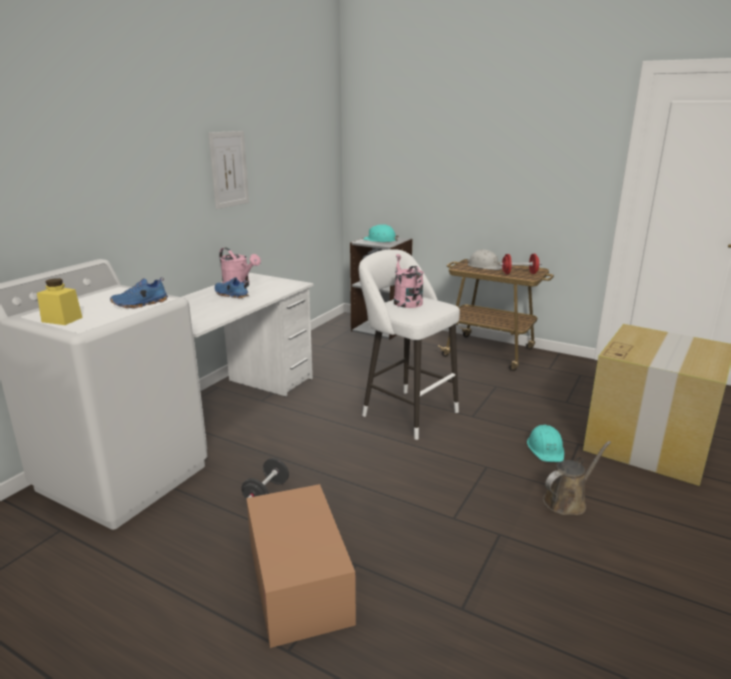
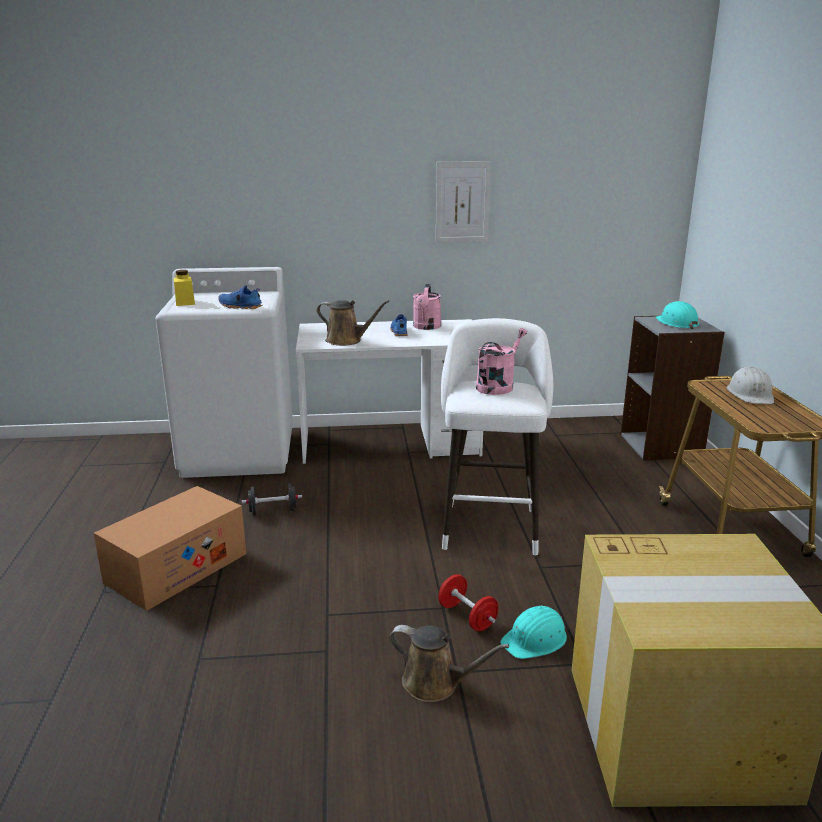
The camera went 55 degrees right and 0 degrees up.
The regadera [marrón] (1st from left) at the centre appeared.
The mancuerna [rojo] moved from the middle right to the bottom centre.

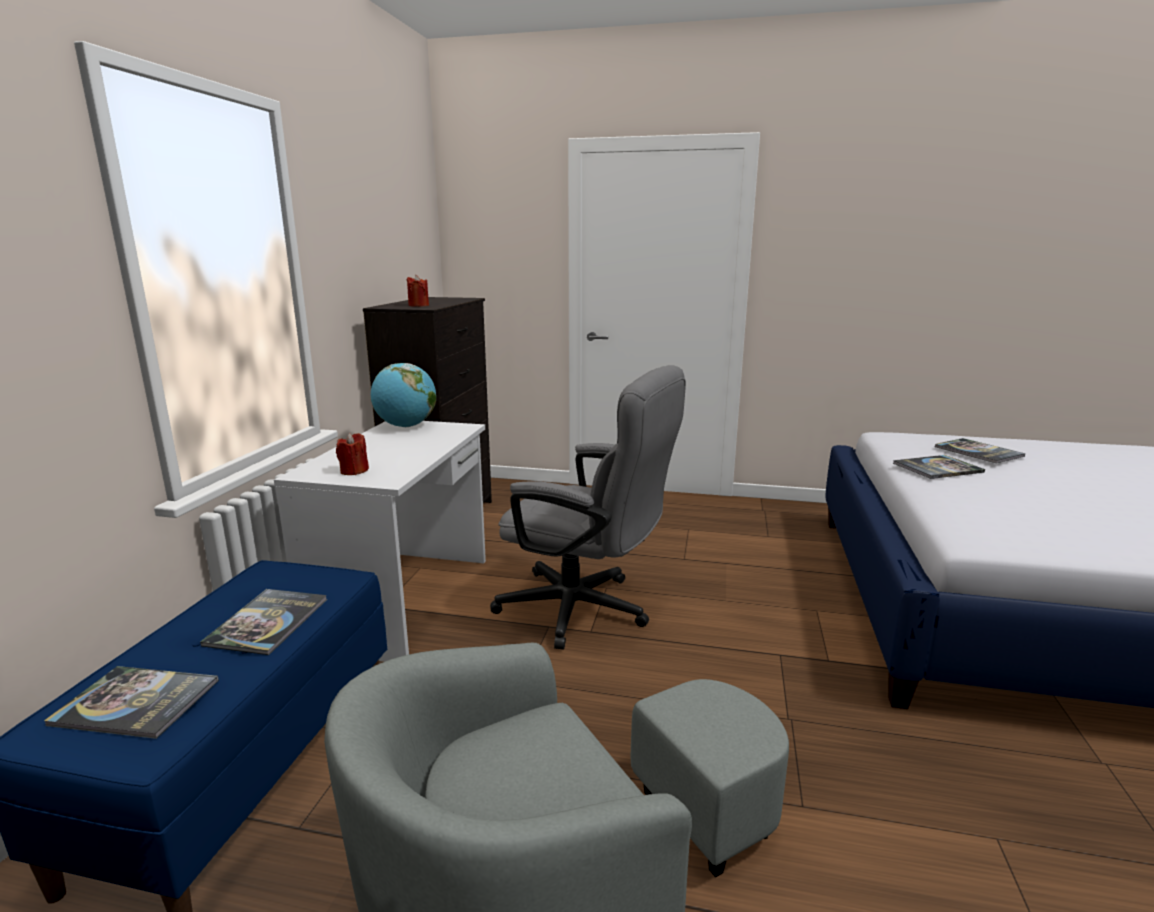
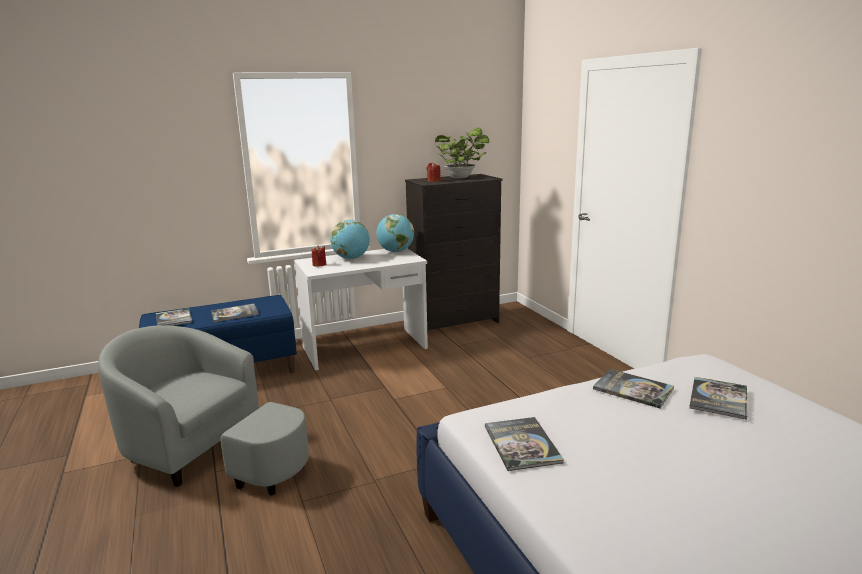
The camera went 55 degrees right and 0 degrees up.
The silla de oficina [gris] at the centre disappeared.
The globo terráqueo (1st from left) at the centre appeared.
The planta en maceta at the top centre appeared.
The libro (3rd from left) at the bottom centre appeared.

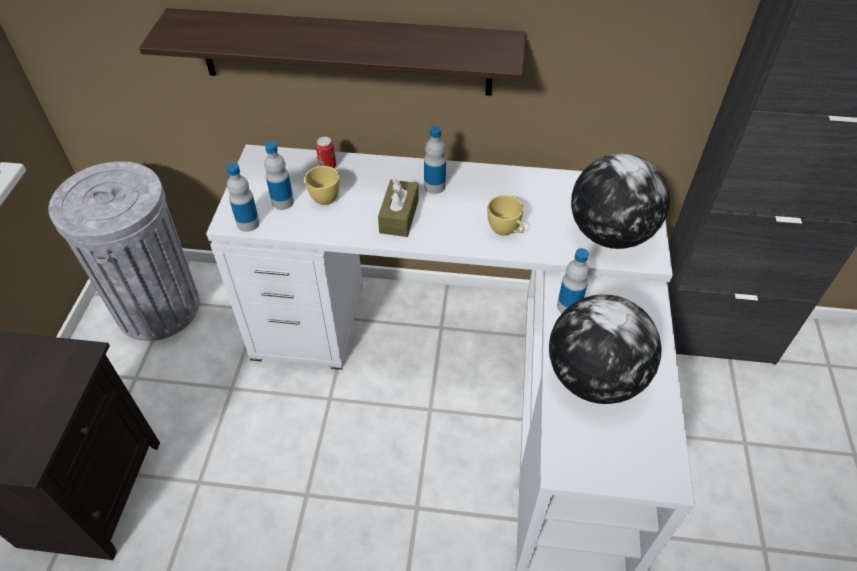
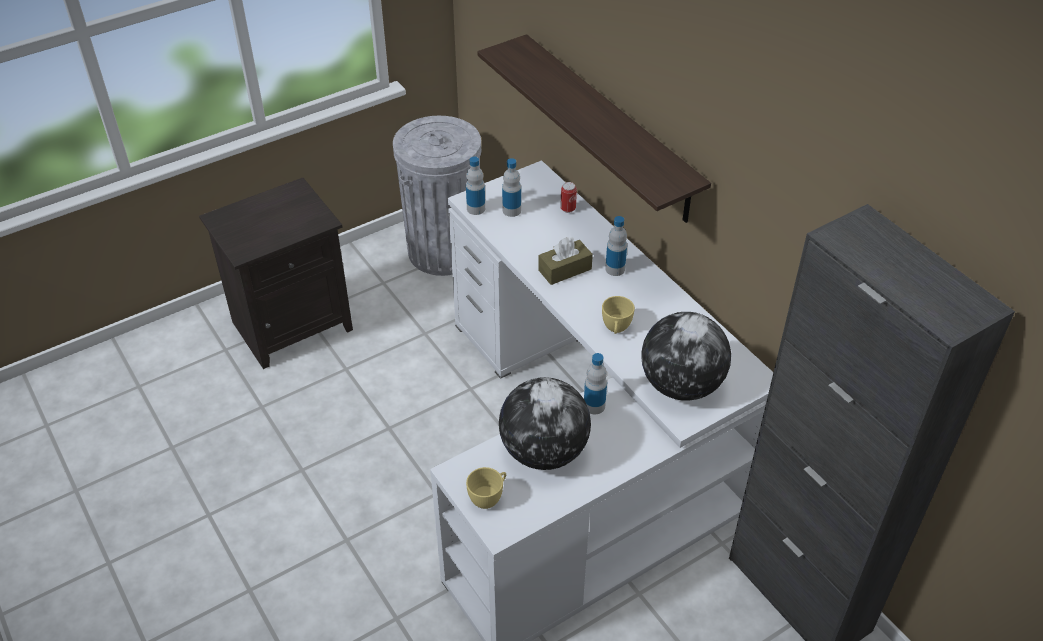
The camera went 50 degrees right and 5 degrees down.
The taza [amarillo] (1st from left) moved from the top centre to the bottom centre.

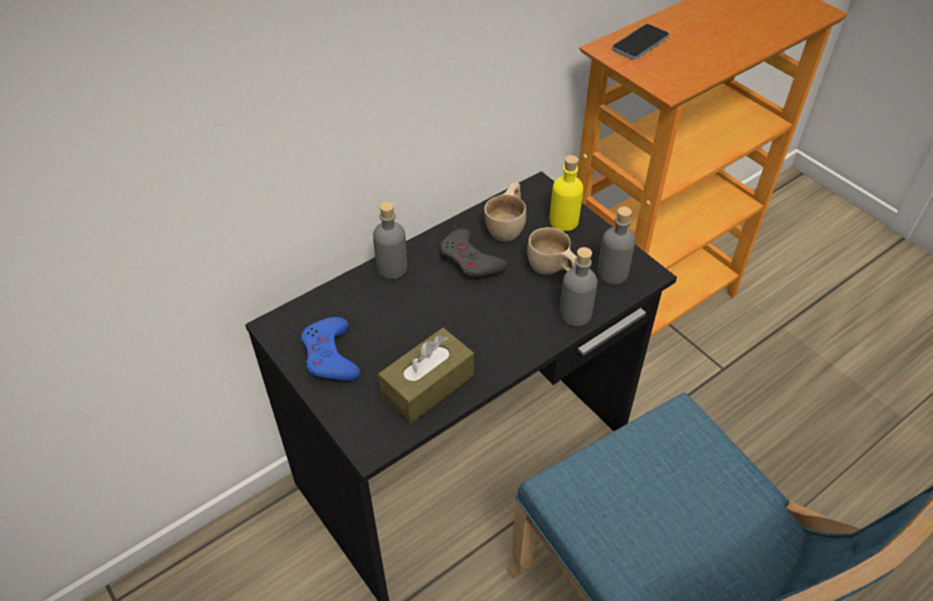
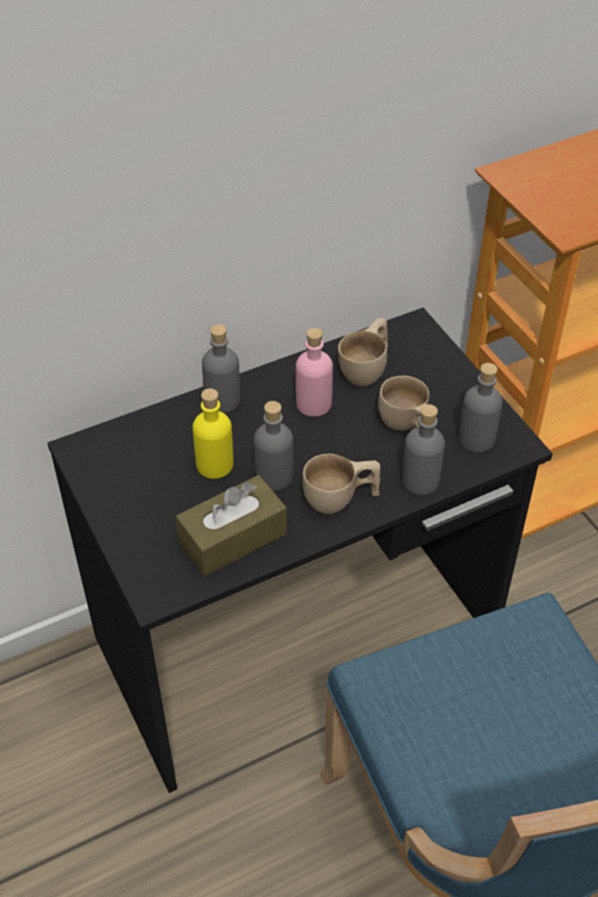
The camera went 10 degrees right and 0 degrees up.
The mando de consola [azul] at the centre disappeared.
The móvil at the top right disappeared.
The botella [gris] (2nd from left) at the centre appeared.
The taza [beis] (1st from left) at the centre appeared.
The botella [amarillo] moved from the top centre to the centre.
The mando de consola [gris] at the centre was replaced by the botella [rosa] at the centre.

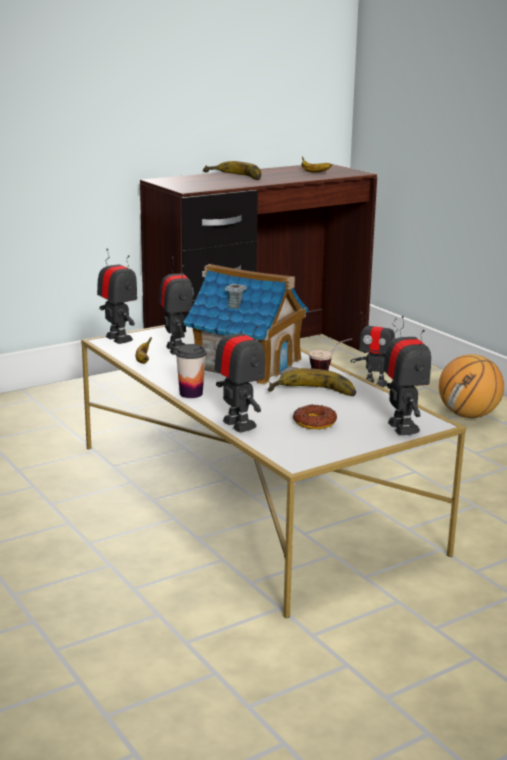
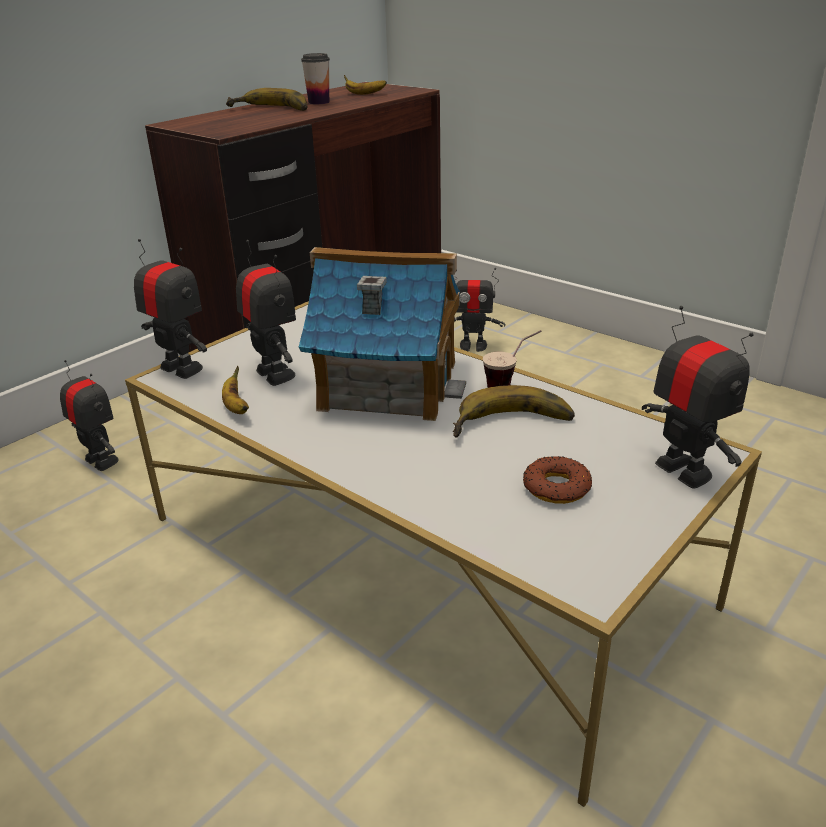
The camera went 15 degrees left and 10 degrees up.
The balón de baloncesto at the middle right disappeared.
The taza (1st from left) moved from the centre to the top centre.
The robot de juguete (3rd from left in the first image) moved from the centre to the middle left.

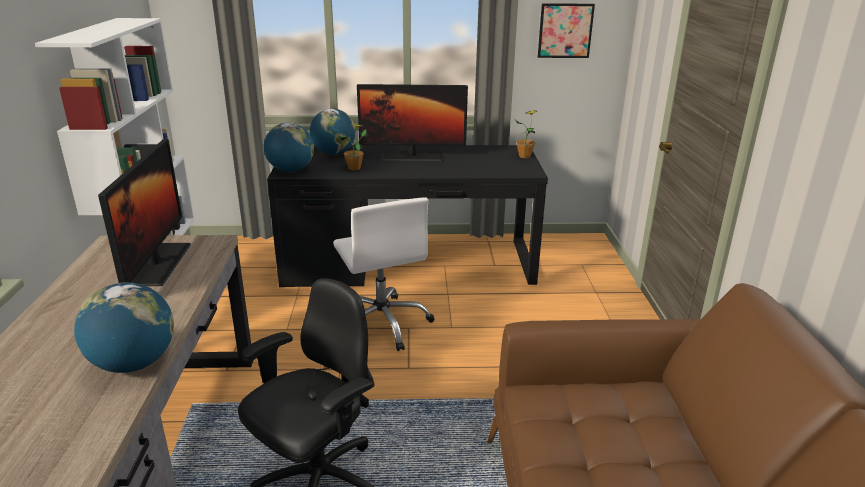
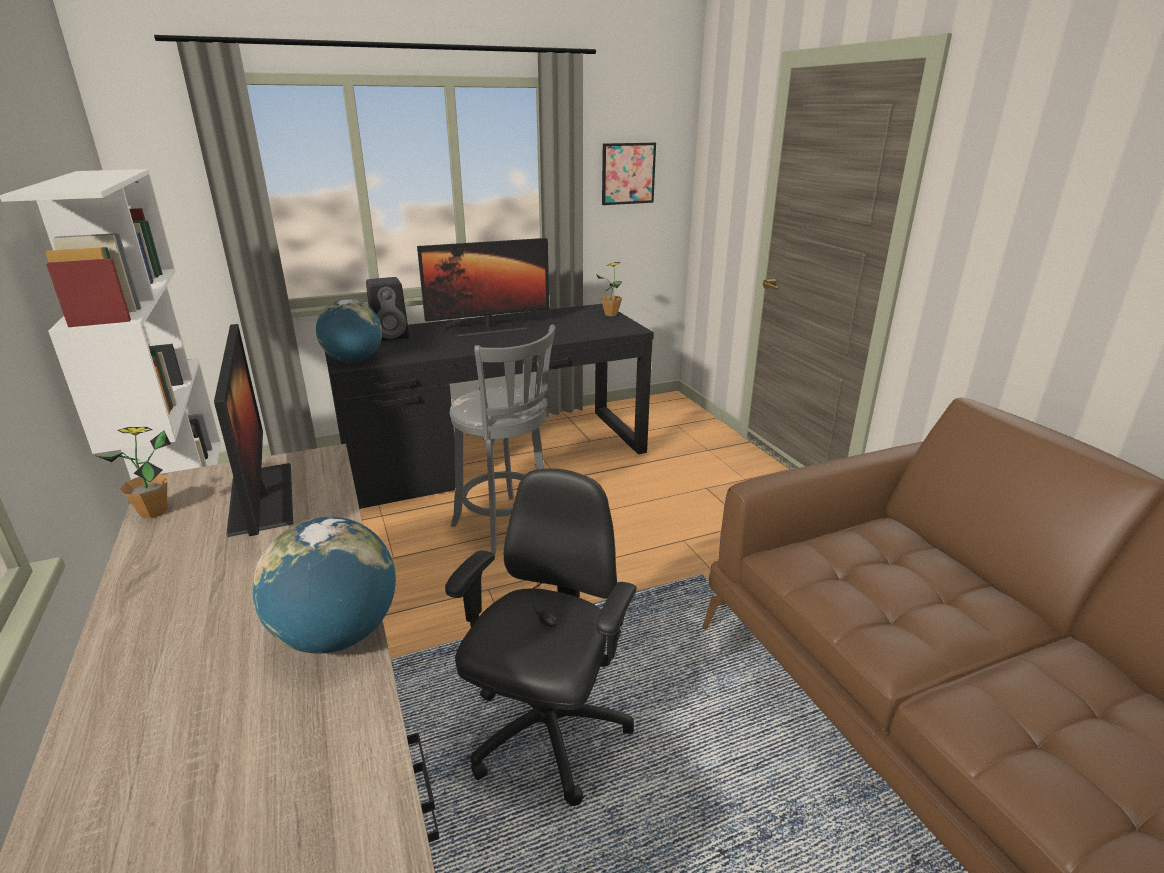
The camera went 20 degrees left and 0 degrees up.
The planta en maceta (1st from left) moved from the top centre to the middle left.
The globo terráqueo (3rd from left) at the top centre was replaced by the altavoz [negro] at the middle left.
The silla de oficina [blanco] at the centre was replaced by the taburete [gris] at the centre.

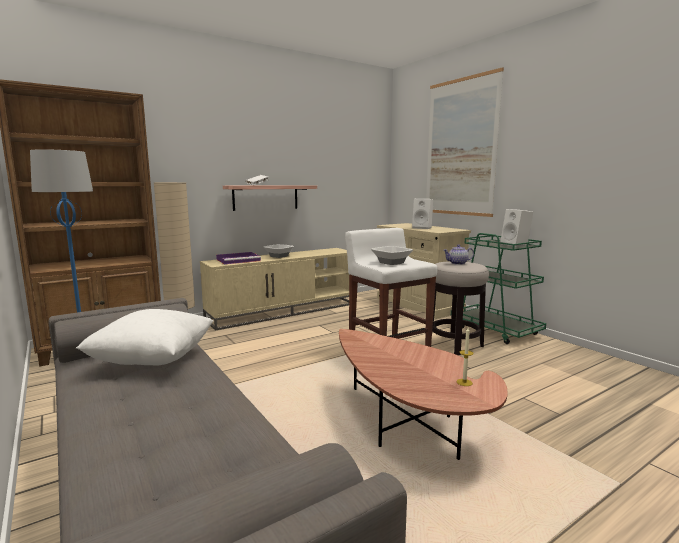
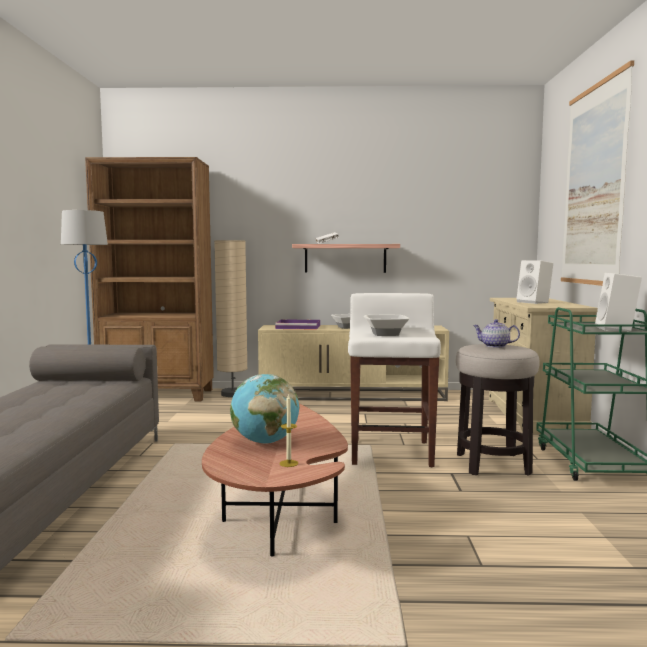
The camera went 35 degrees right and 5 degrees down.
The cojín [blanco] at the middle left disappeared.
The globo terráqueo at the centre appeared.

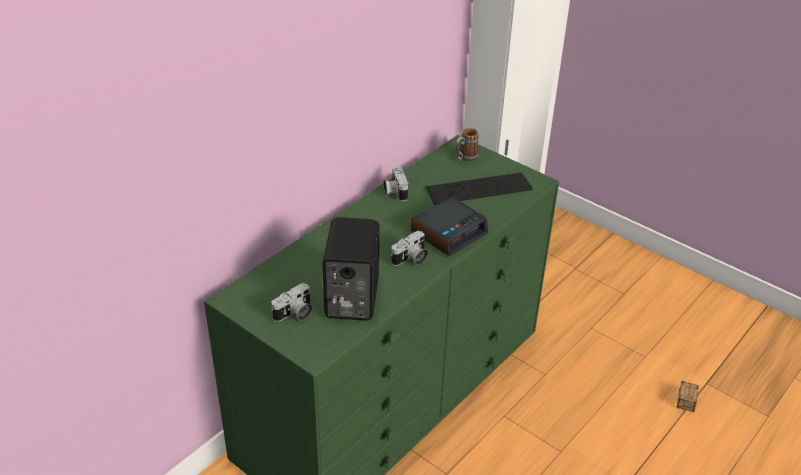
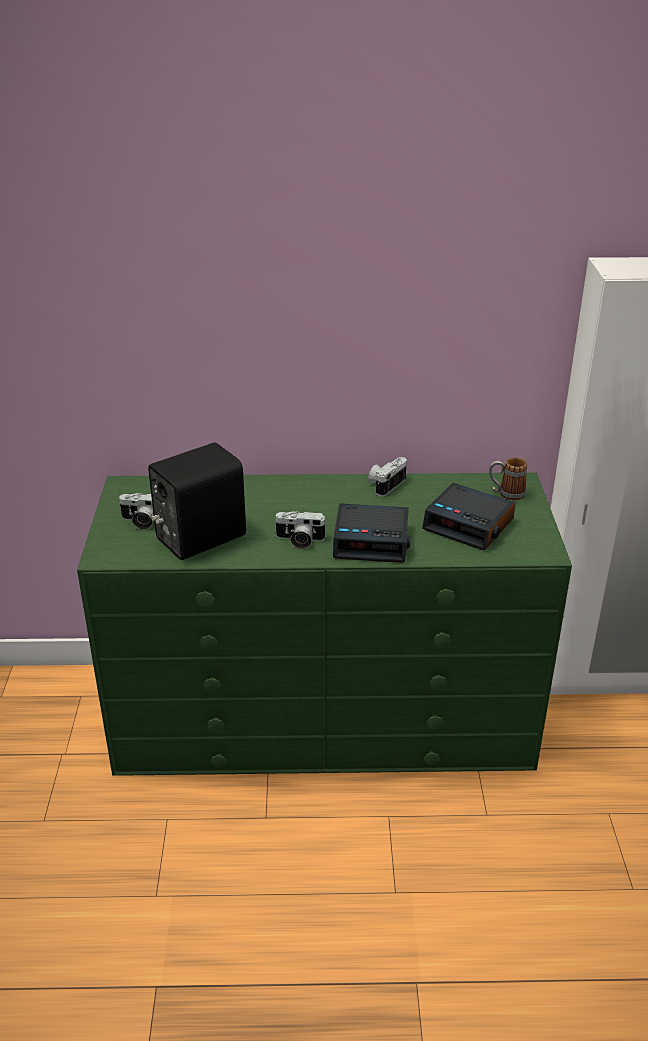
The camera went 50 degrees right and 5 degrees down.
The caja de almacenaje at the bottom right disappeared.
The teclado at the centre was replaced by the despertador (2nd from left) at the middle right.

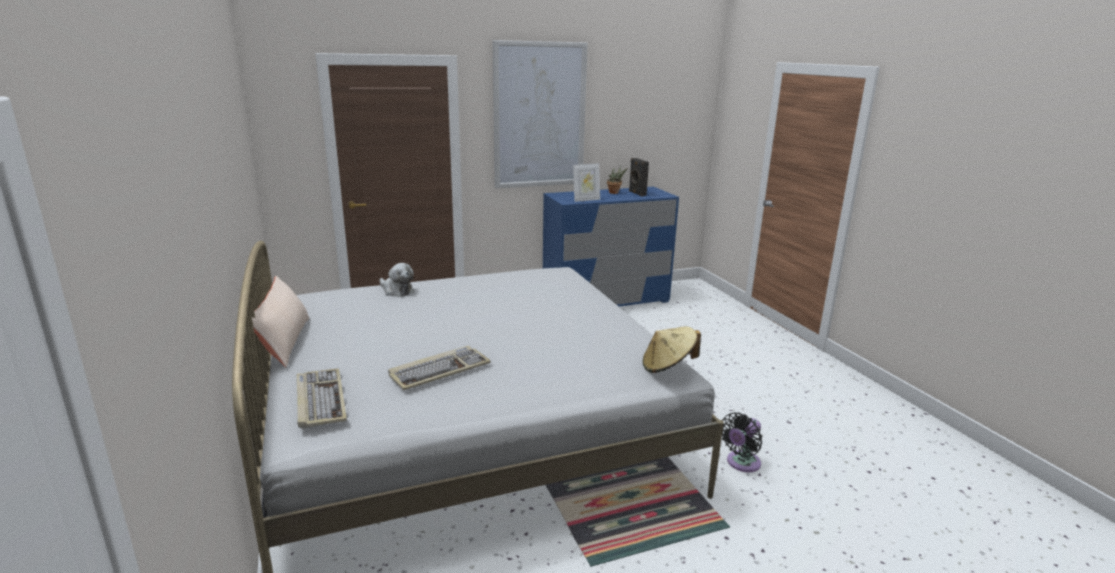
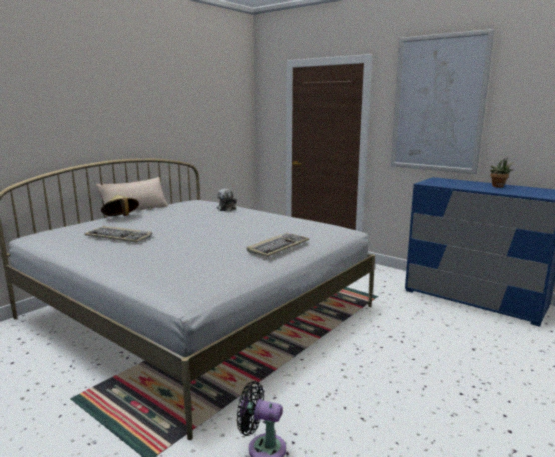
The camera went 60 degrees right and 5 degrees down.
The portarretratos at the top centre disappeared.
The altavoz [negro] at the top centre disappeared.
The teclado (1st from left in the first image) moved from the bottom left to the centre.
The sombrero [beis] moved from the centre to the middle left.

